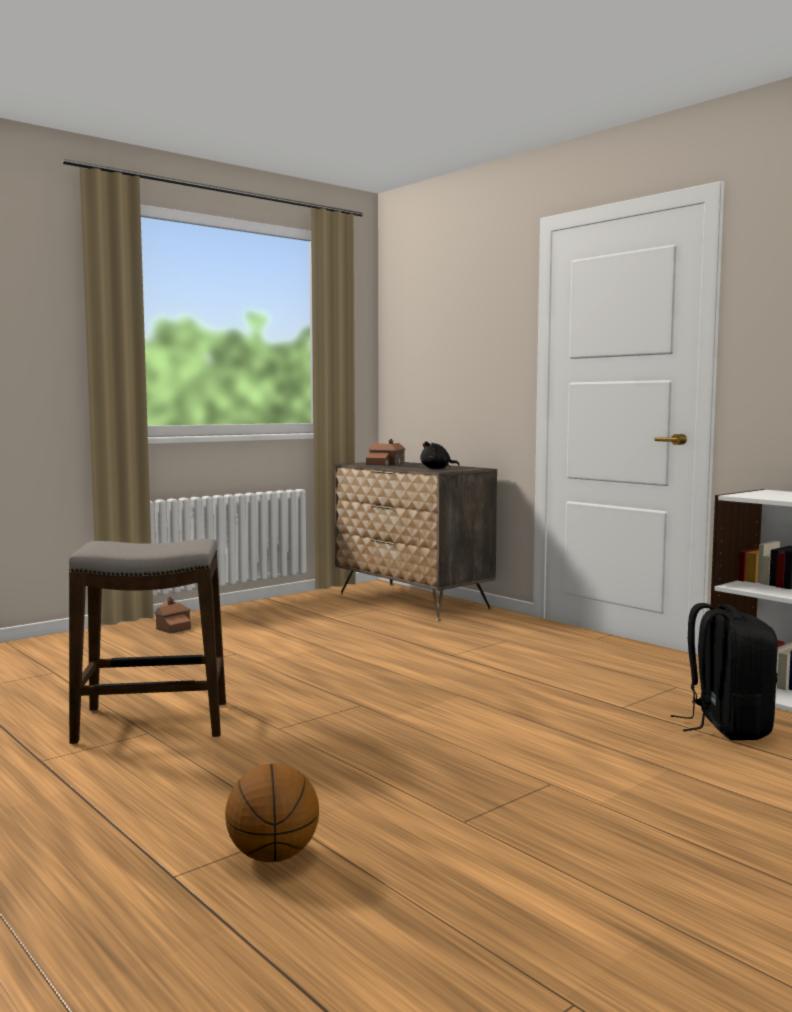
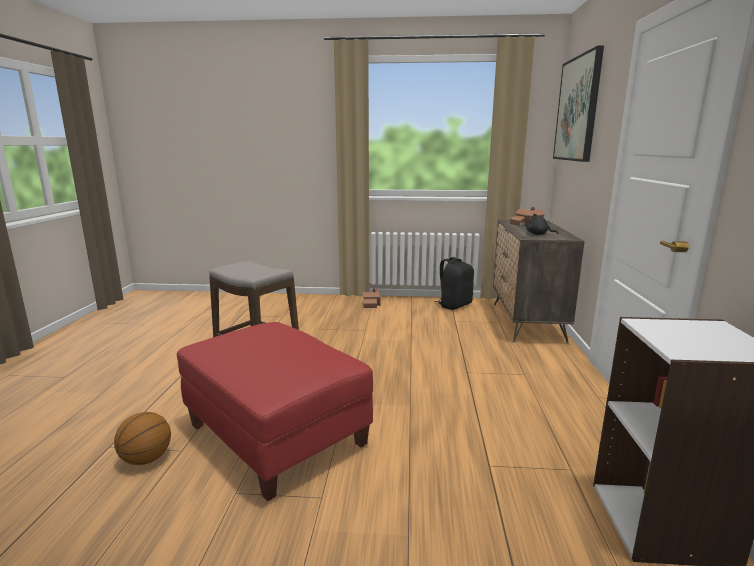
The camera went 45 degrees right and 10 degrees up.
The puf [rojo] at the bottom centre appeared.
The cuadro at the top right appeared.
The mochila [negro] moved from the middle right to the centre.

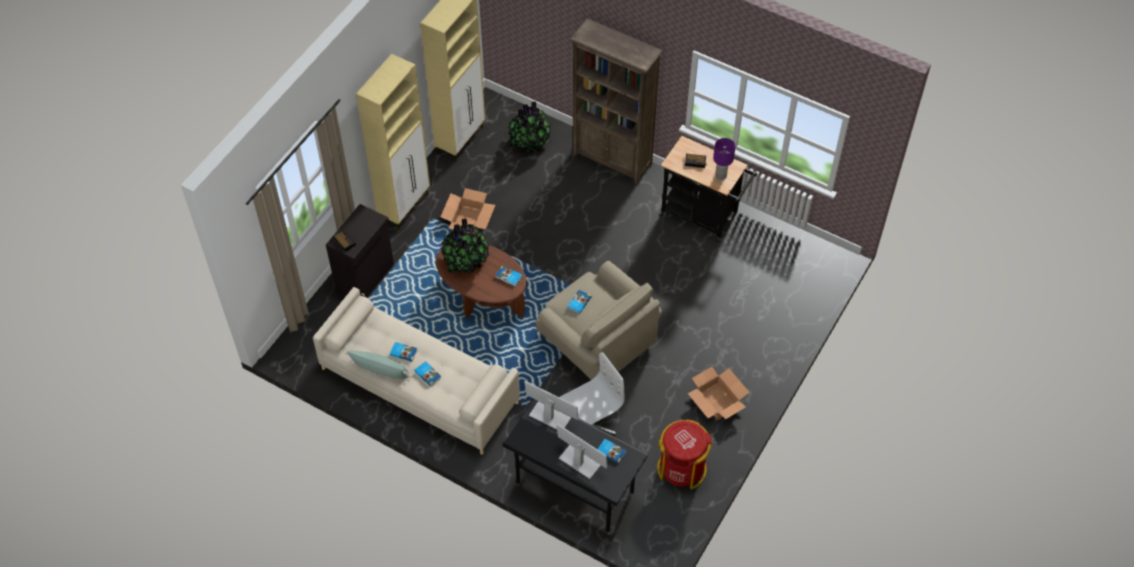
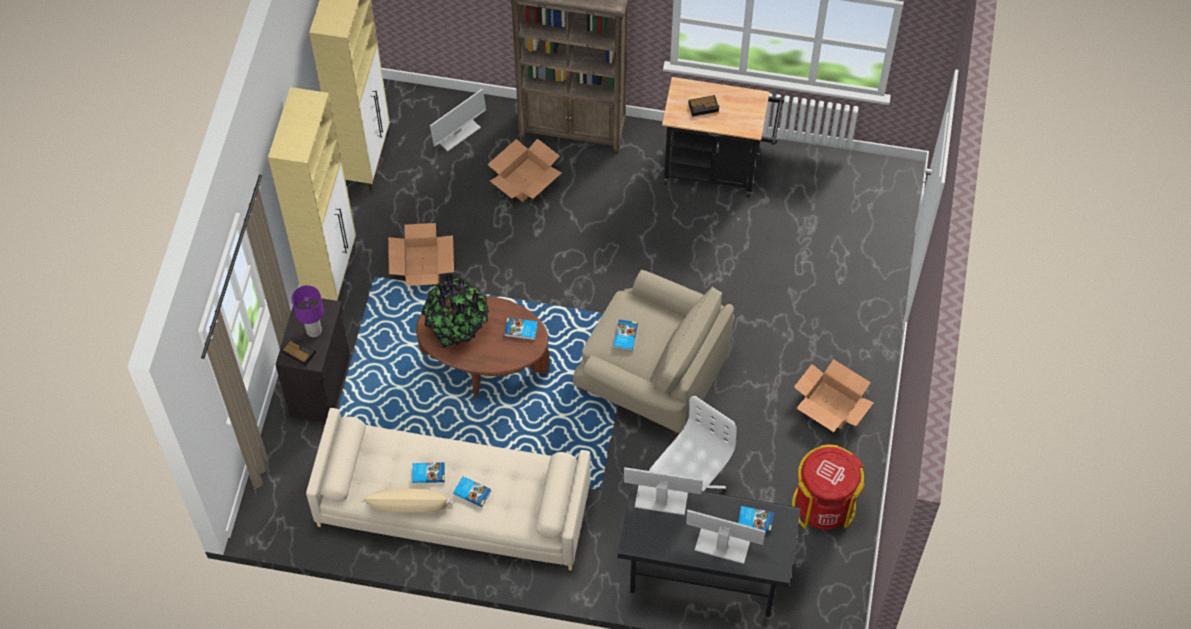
The camera went 20 degrees left and 5 degrees up.
The caja de cartón (2nd from left) at the top centre appeared.
The lámpara de mesa [morado] moved from the top centre to the middle left.
The planta en maceta (2nd from left) at the top centre was replaced by the monitor (1st from left) at the top centre.
The cojín [verde] at the centre became the cojín [beis] at the bottom centre.

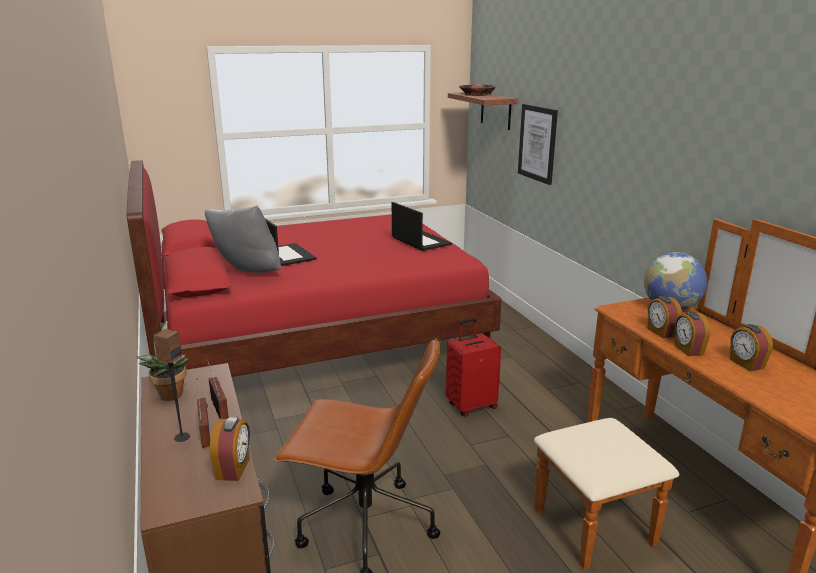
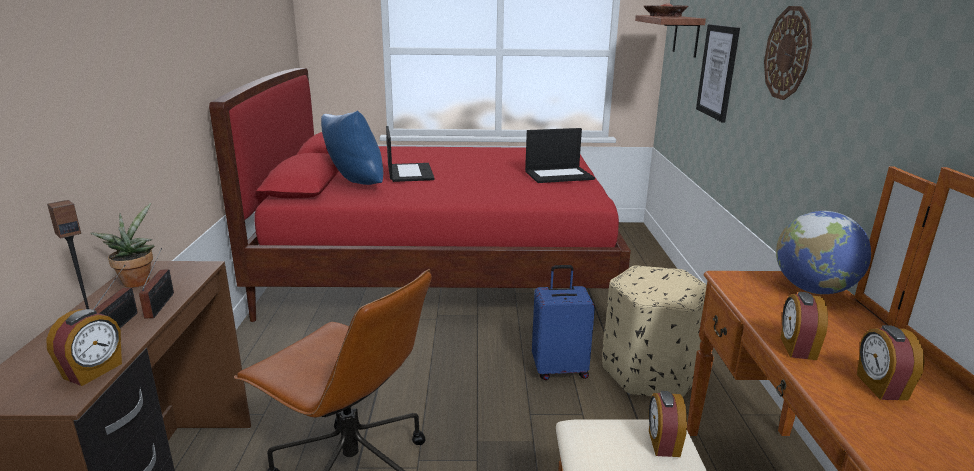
The camera went 20 degrees right and 0 degrees up.
The puf [beis] at the bottom right appeared.
The reloj de pared at the top right appeared.
The despertador (2nd from left) moved from the middle right to the bottom right.
The cojín [gris] at the middle left became the cojín [azul] at the top centre.
The maleta [rojo] at the centre became the maleta [azul] at the bottom centre.
The portátil (2nd from left) at the centre turned 90 degrees clockwise.

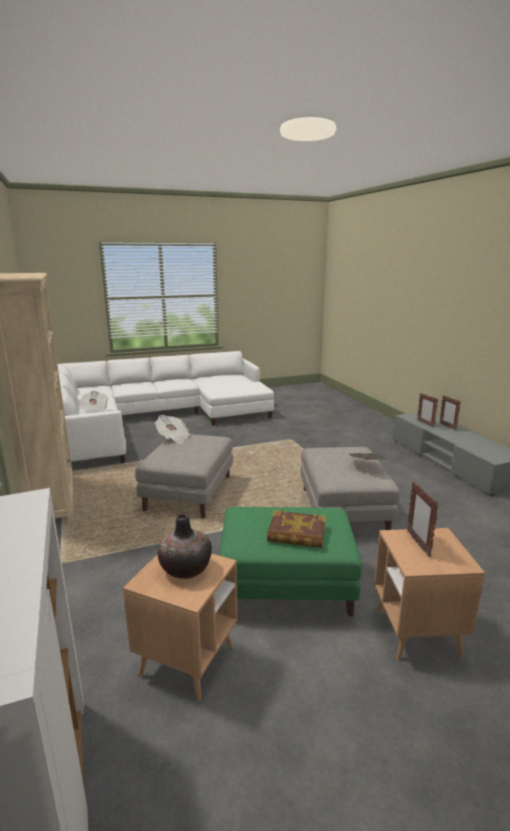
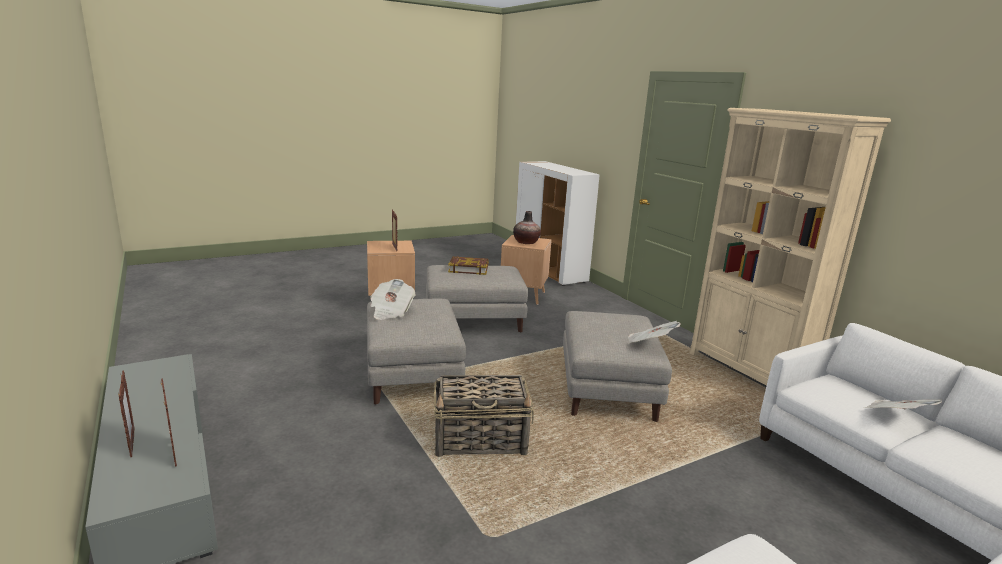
The camera went 170 degrees right and 0 degrees up.
The cesta at the bottom centre appeared.
The puf [verde] at the bottom centre became the puf [gris] (2nd from left) at the centre.

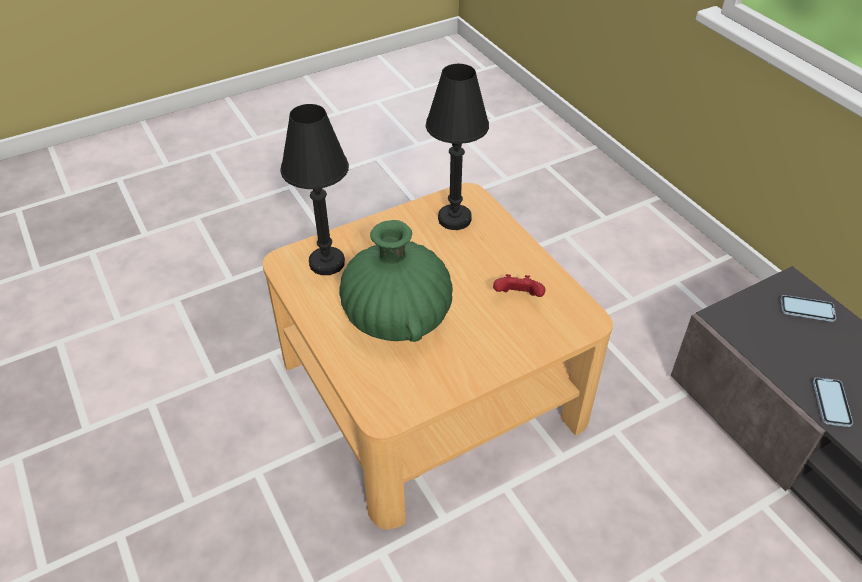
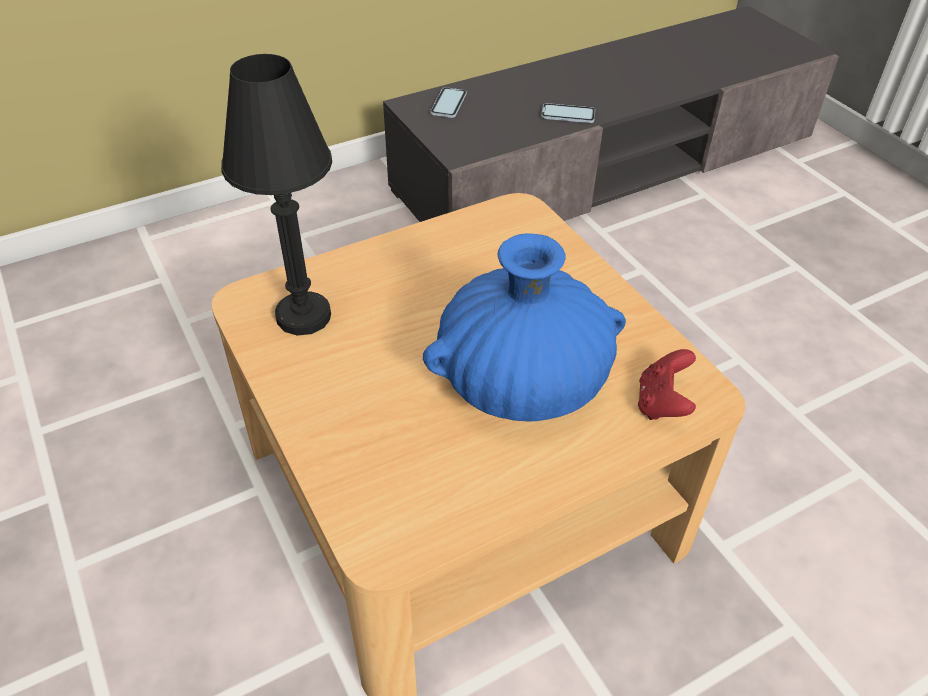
The camera went 90 degrees left and 0 degrees up.
The lámpara de mesa [negro] (1st from left) at the top centre disappeared.
The mando de consola [rojo] moved from the centre to the middle right.
The florero [verde] at the centre became the florero [azul] at the centre.

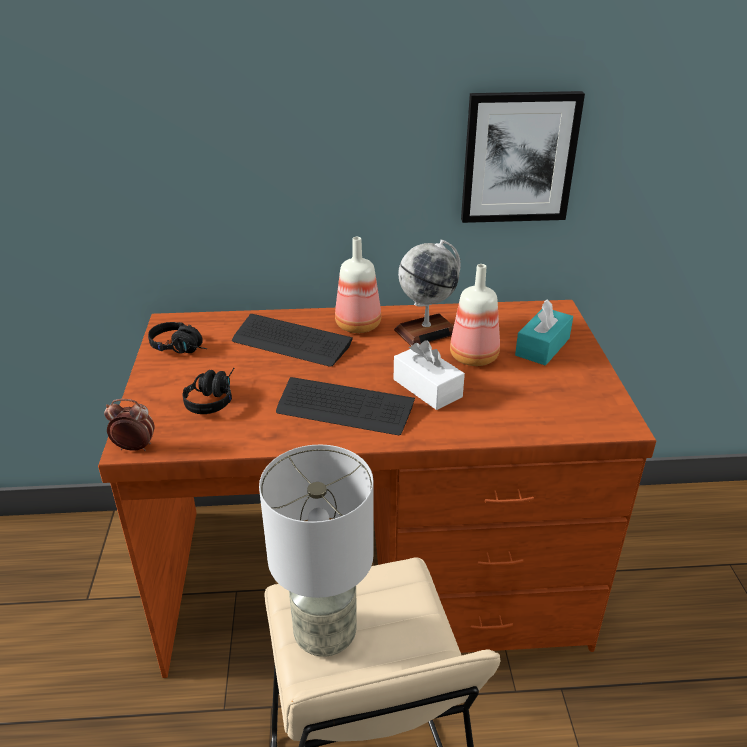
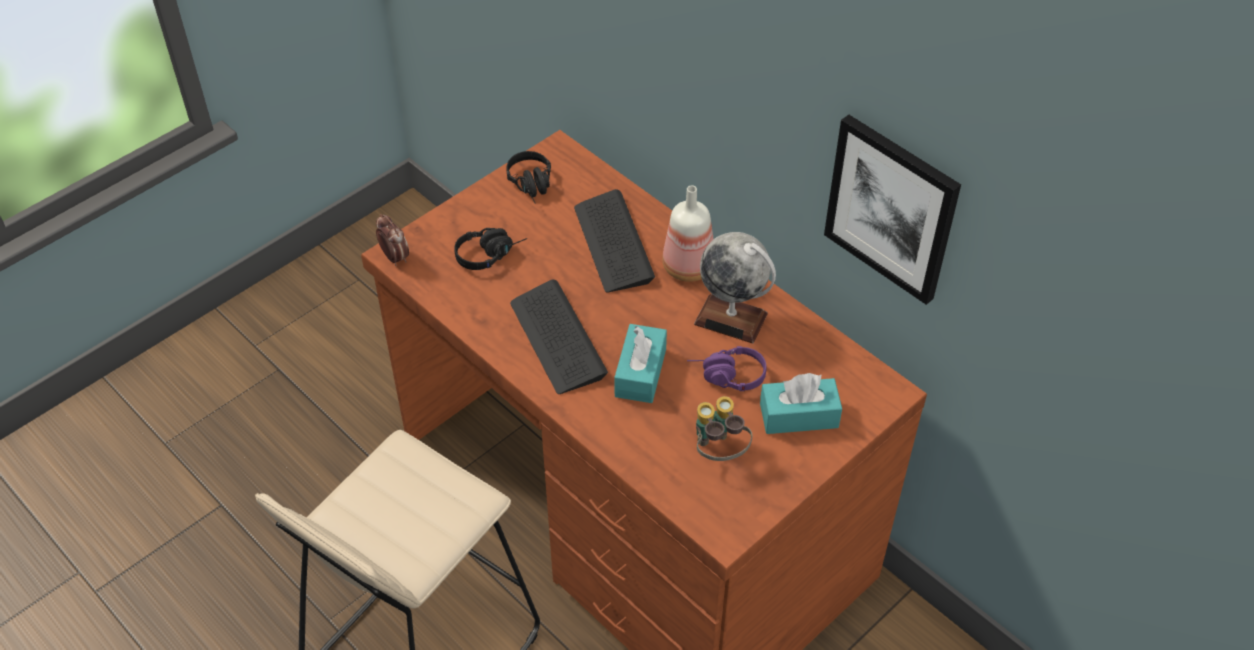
The camera went 50 degrees right and 15 degrees up.
The lámpara de mesa [gris] at the bottom centre disappeared.
The prismáticos at the centre appeared.
The botella (2nd from left) at the centre was replaced by the auriculares [morado] at the centre.
The caja de pañuelos [blanco] at the centre became the caja de pañuelos [turquesa] (1st from left) at the centre.

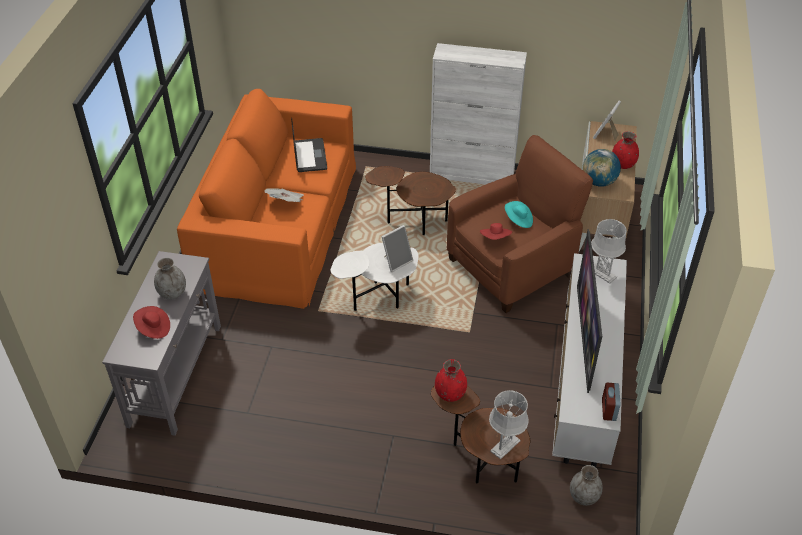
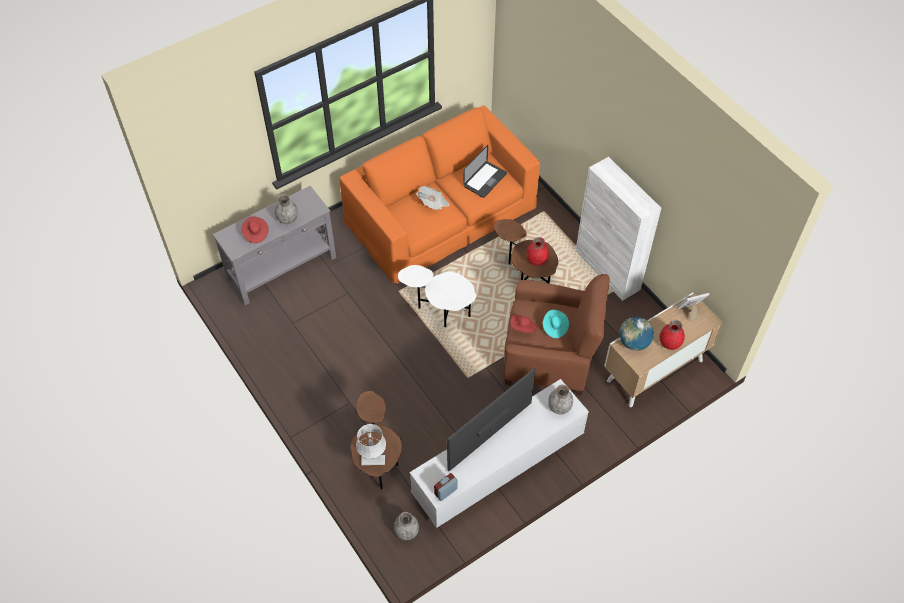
The camera went 45 degrees right and 10 degrees up.
The portarretratos (1st from left) at the centre disappeared.
The florero [rojo] (1st from left) moved from the bottom centre to the centre.
The lámpara de mesa [gris] (2nd from left) at the middle right was replaced by the florero [gris] (3rd from left) at the centre.

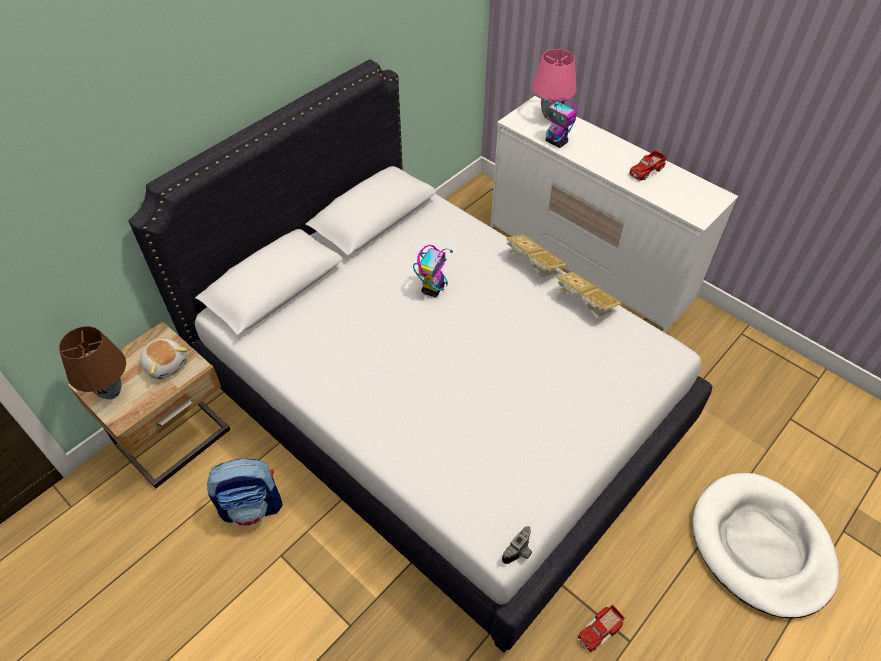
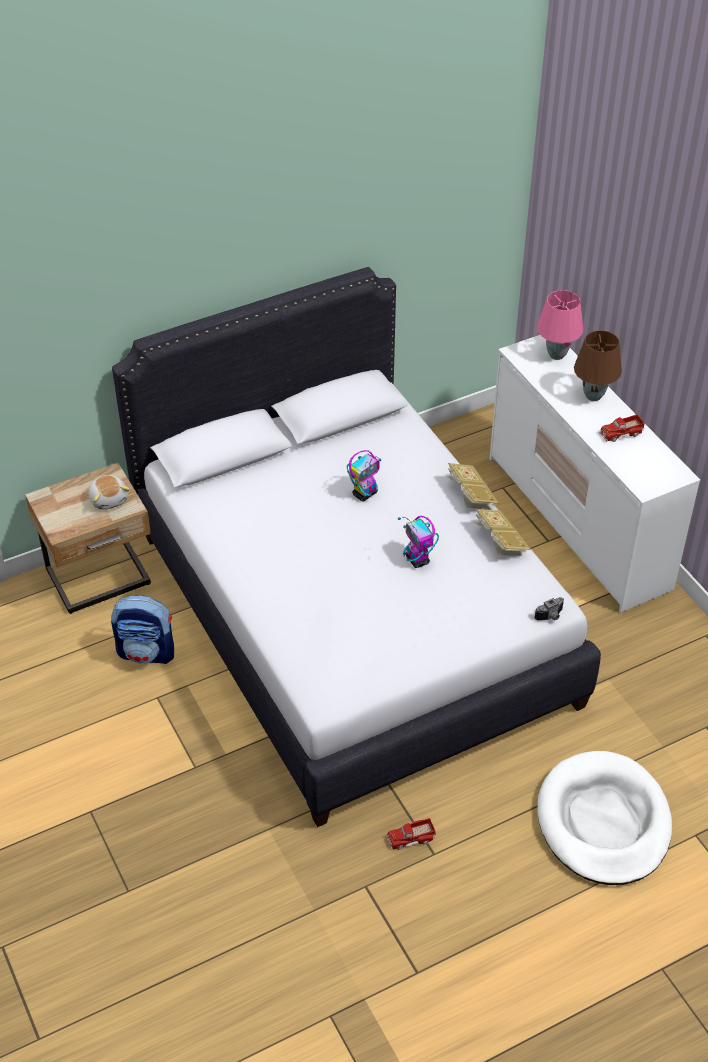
The camera went 20 degrees right and 5 degrees down.
The lámpara de mesa [marrón] moved from the middle left to the middle right.
The cámara moved from the bottom centre to the middle right.
The robot de juguete (2nd from left) moved from the top centre to the centre.

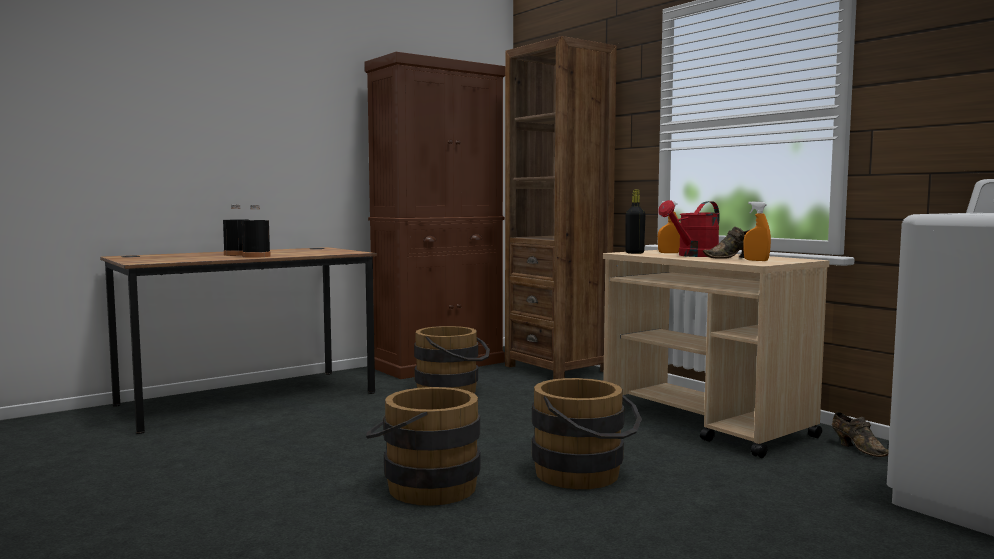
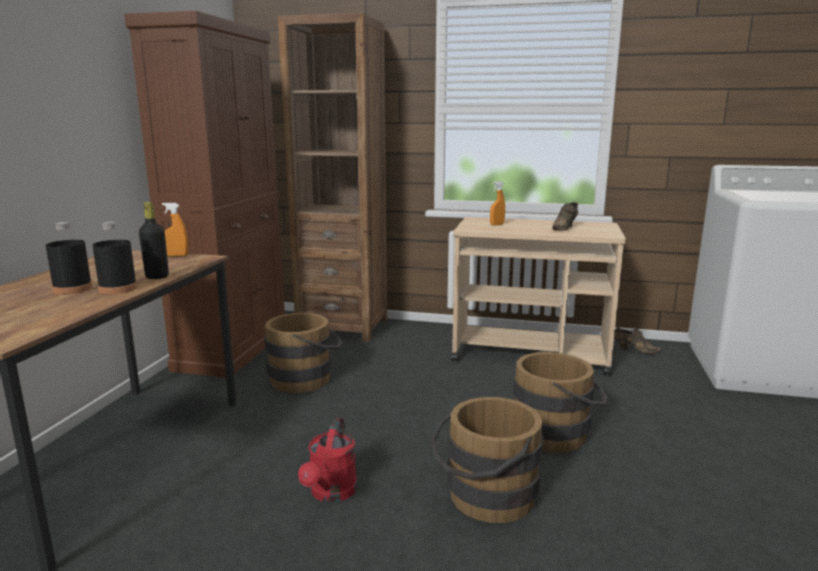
The camera went 40 degrees left and 10 degrees up.
The botella [negro] (3rd from left) moved from the centre to the middle left.
The regadera [rojo] moved from the middle right to the bottom centre.
The pulverizador [naranja] (2nd from left in the first image) moved from the middle right to the middle left.

